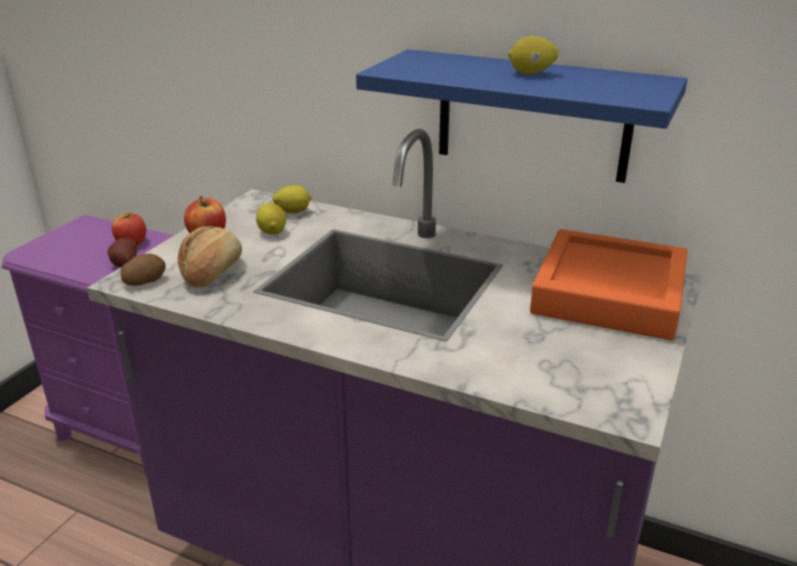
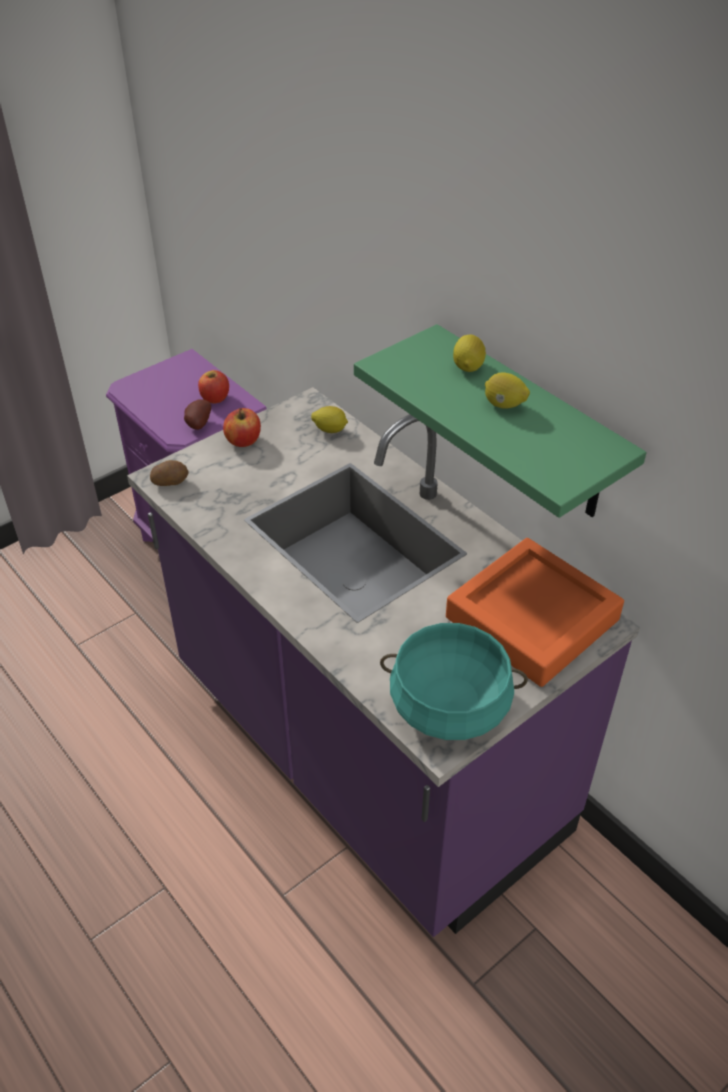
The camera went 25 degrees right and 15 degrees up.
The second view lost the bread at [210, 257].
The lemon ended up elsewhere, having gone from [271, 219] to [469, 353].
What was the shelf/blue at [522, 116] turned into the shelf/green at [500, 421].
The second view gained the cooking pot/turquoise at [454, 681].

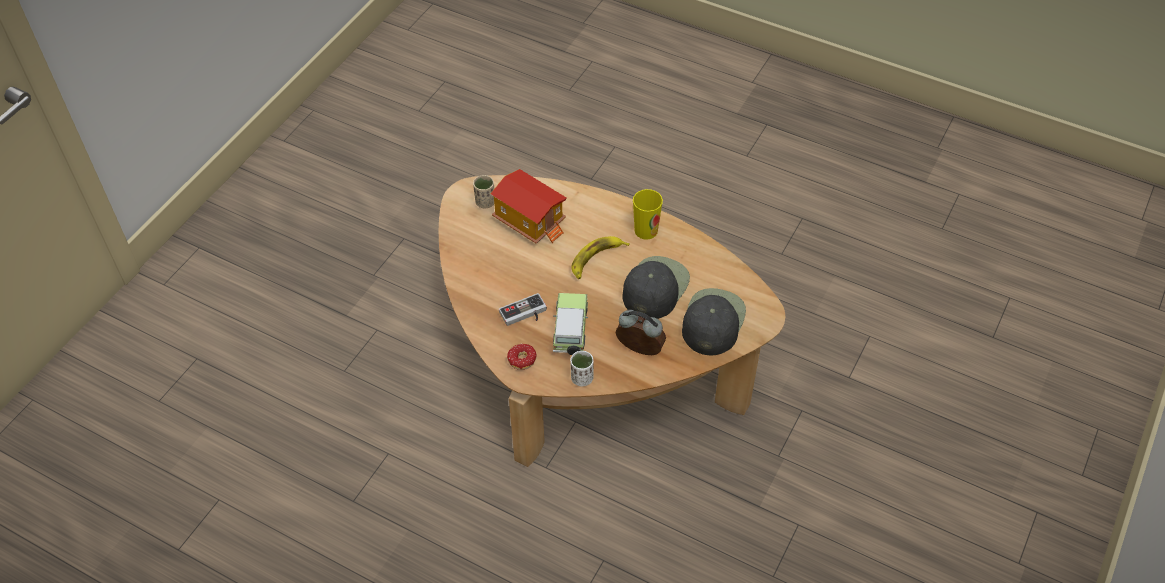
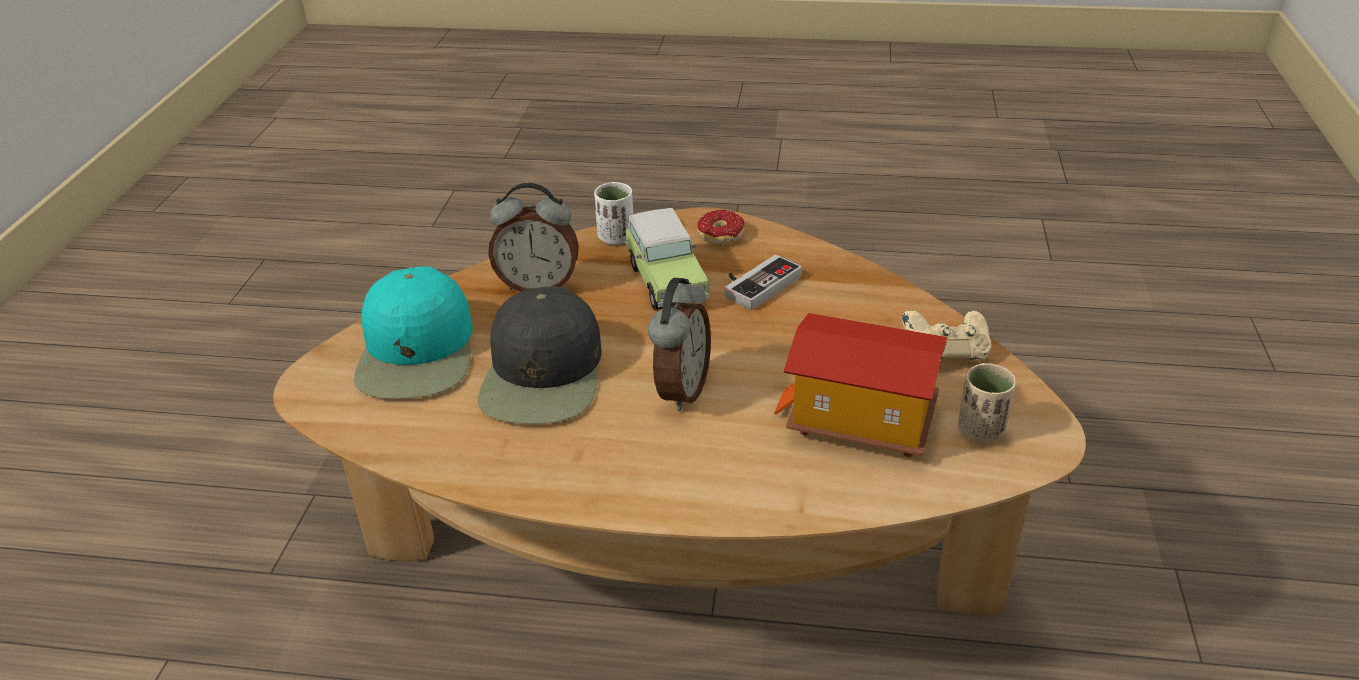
The camera went 160 degrees right and 15 degrees down.
Where the banana stood at [600, 257], the alarm clock came to stand at [679, 345].
The second view lost the cup at [648, 214].
What was the cap/black at [714, 322] turned into the cap/turquoise at [413, 332].
The second view gained the game controller/beige at [946, 336].

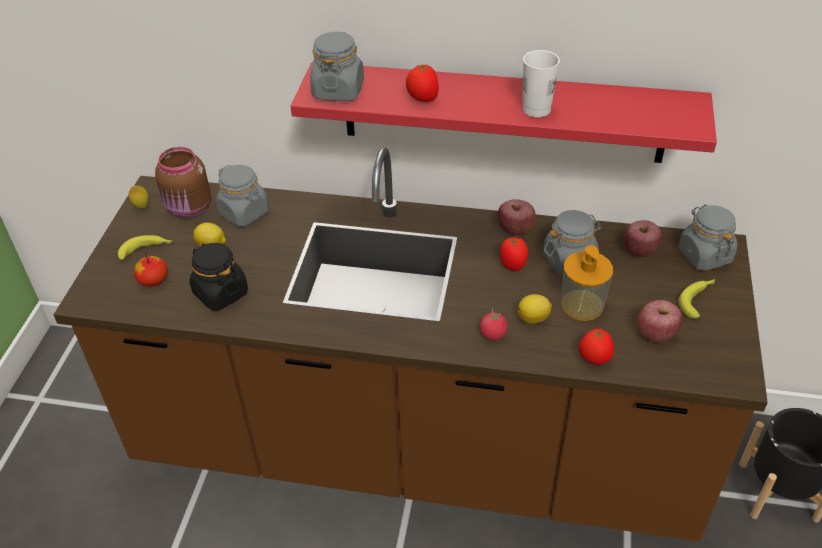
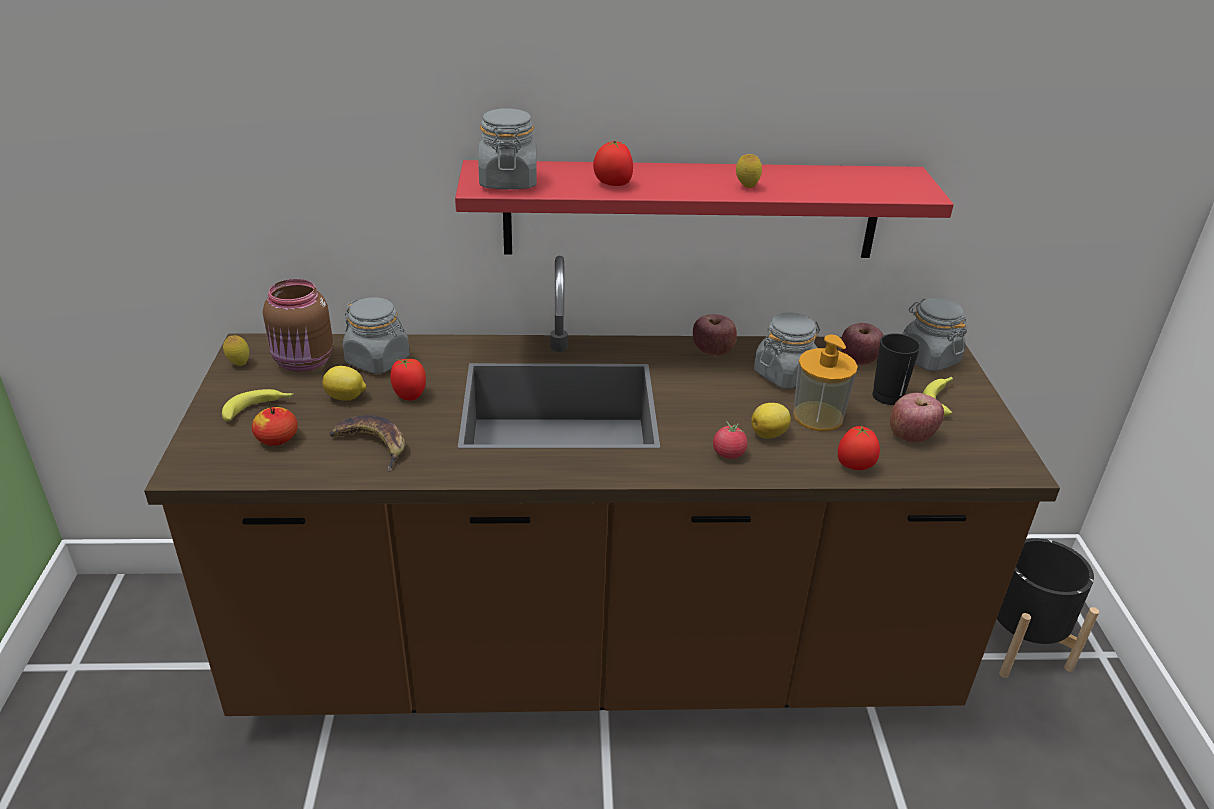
The camera went 15 degrees left and 10 degrees down.
Where the jar/black stood at [218, 277], the banana came to stand at [368, 443].
The tomato ended up elsewhere, having gone from [514, 254] to [408, 379].
Where the cup/white stood at [541, 83], the lemon came to stand at [749, 171].
The second view gained the cup/black at [896, 369].

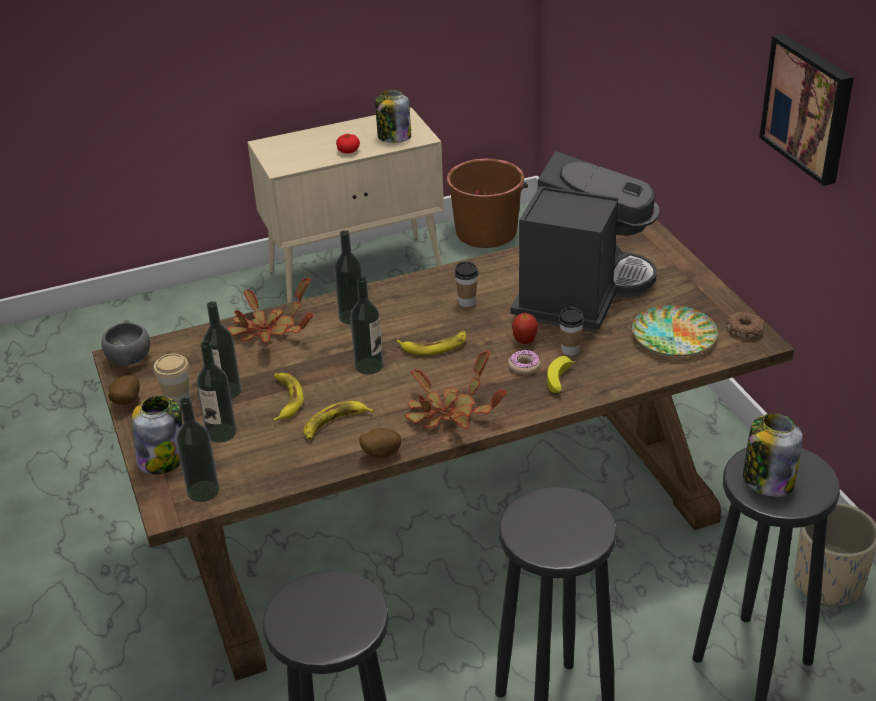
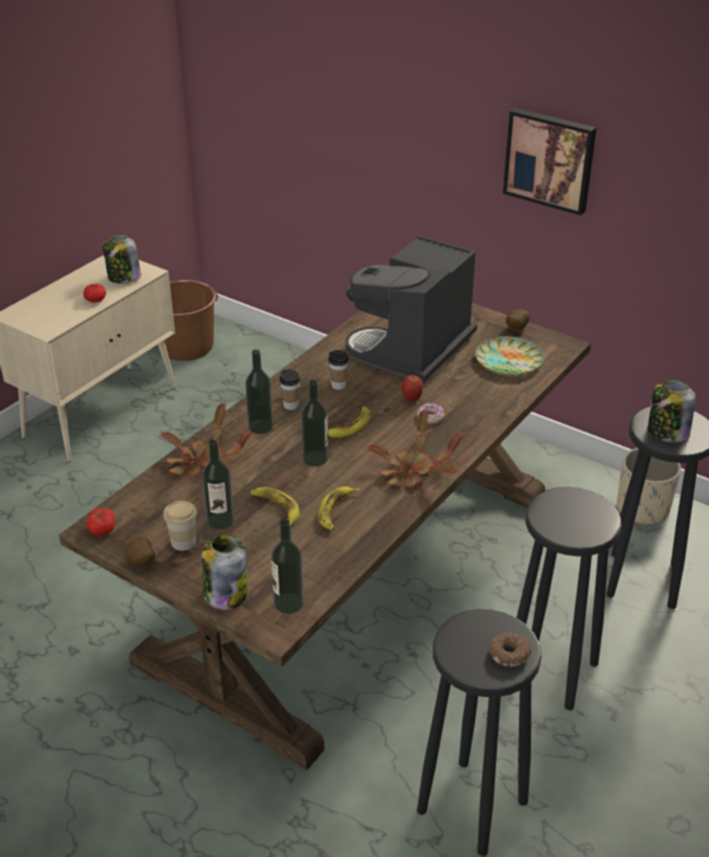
The camera went 35 degrees left and 0 degrees up.
Where the bowl/grey stood at [125, 343], the tomato came to stand at [100, 522].
The second view lost the bottle at [217, 392].
The potato ended up elsewhere, having gone from [380, 443] to [518, 319].
The coffee machine at [585, 242] ended up facing another way, 135 degrees counterclockwise from before.
The second view lost the banana at [561, 374].
The cup ended up elsewhere, having gone from [571, 331] to [290, 389].
The donut ended up elsewhere, having gone from [745, 325] to [510, 650].

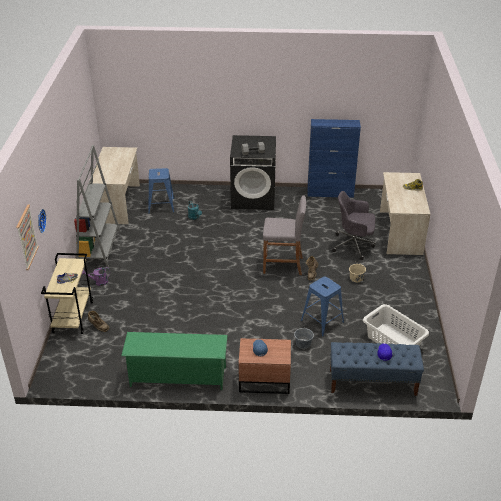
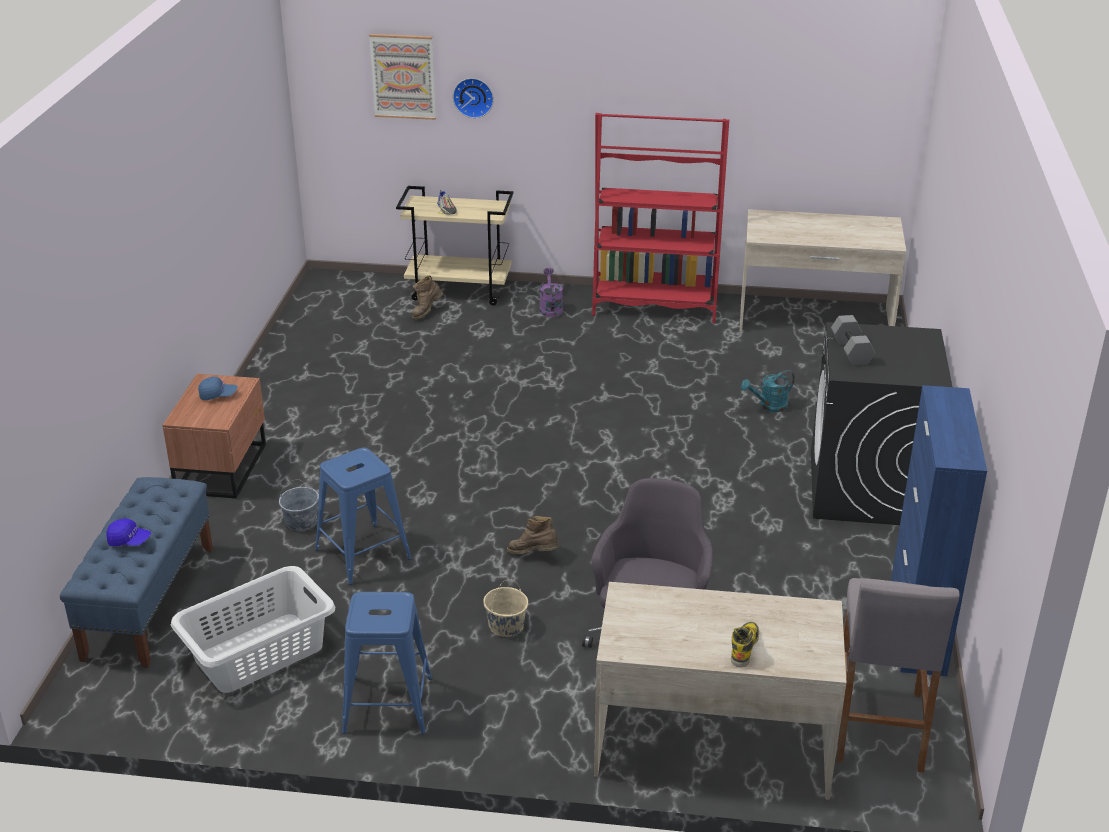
The camera went 95 degrees right and 5 degrees down.
What was the bookcase/grey at [97, 206] turned into the bookcase/red at [660, 218].
The second view lost the shoe rack/green at [174, 361].
The stool/blue ended up elsewhere, having gone from [161, 190] to [387, 663].
The stool/grey ended up elsewhere, having gone from [284, 235] to [898, 675].

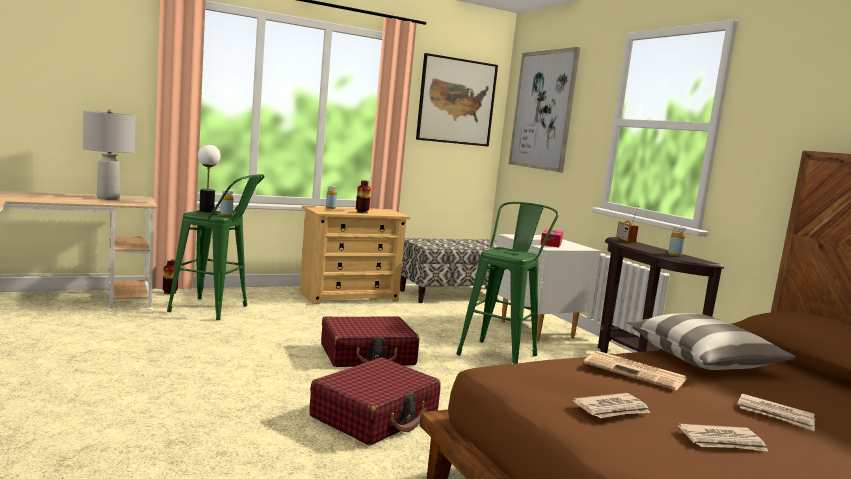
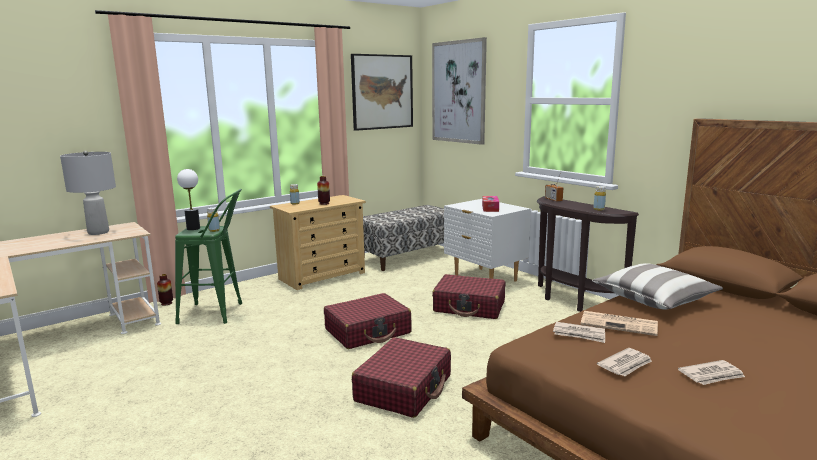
The camera went 10 degrees left and 5 degrees up.
Where the stool/green stood at [507, 283], the suitcase/red came to stand at [468, 296].
The newspaper ended up elsewhere, having gone from [776, 412] to [579, 332].

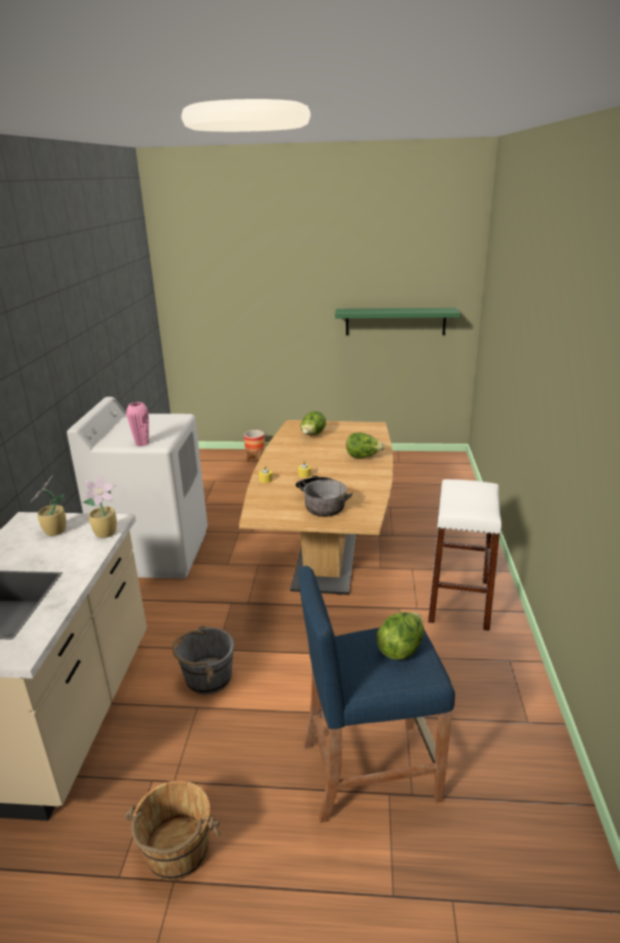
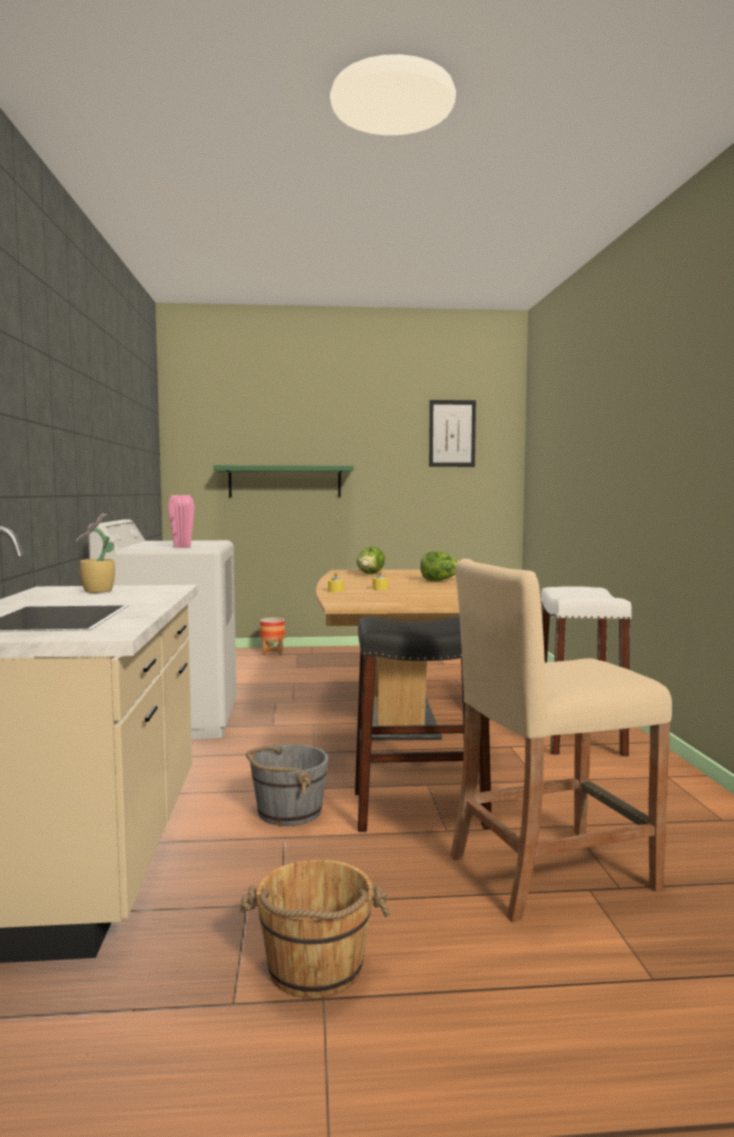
The camera went 10 degrees left and 20 degrees down.
The second view lost the potted plant at [99, 506].
The second view lost the cooking pot at [323, 496].
What was the stool/blue at [376, 694] turned into the stool/beige at [561, 740].
The shelf/green ended up elsewhere, having gone from [397, 322] to [283, 481].
The second view lost the lettuce at [400, 636].
The second view gained the stool/black at [423, 724].
The second view gained the picture at [452, 433].

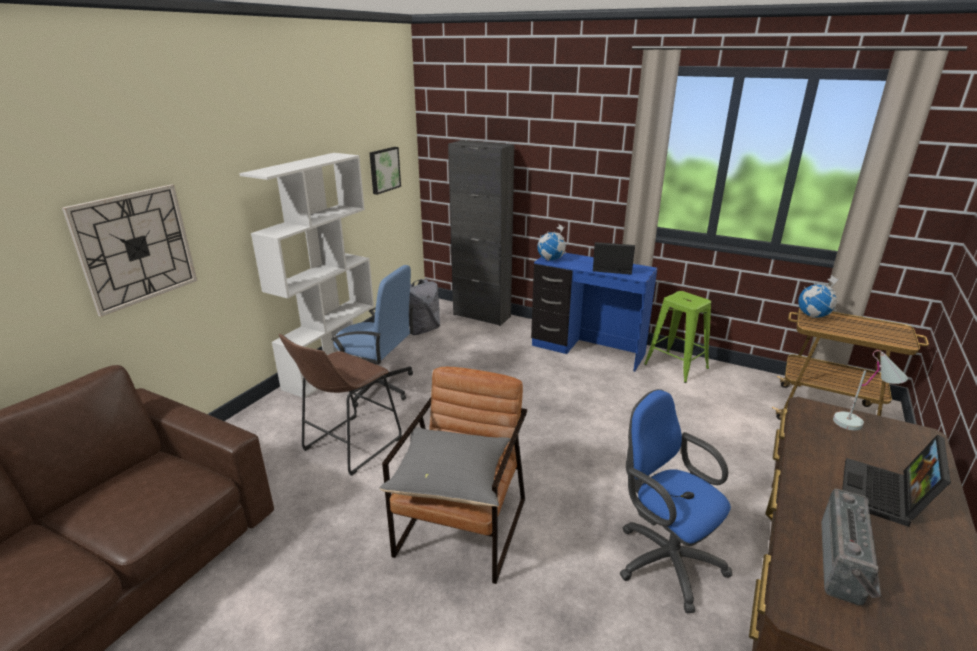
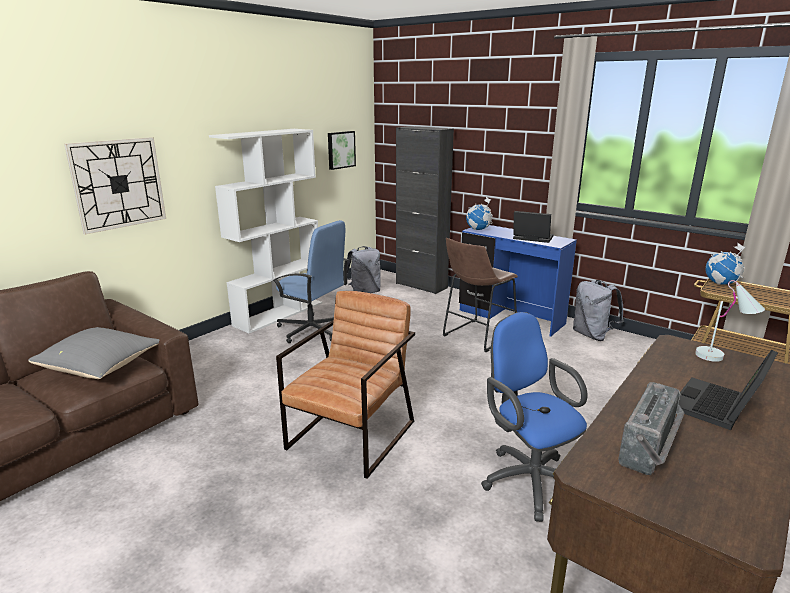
The camera went 10 degrees right and 5 degrees down.
The stool/brown ended up elsewhere, having gone from [340, 405] to [480, 295].
The pillow/grey ended up elsewhere, having gone from [445, 467] to [93, 353].
Where the stool/green stood at [677, 337], the backpack/grey came to stand at [598, 310].

